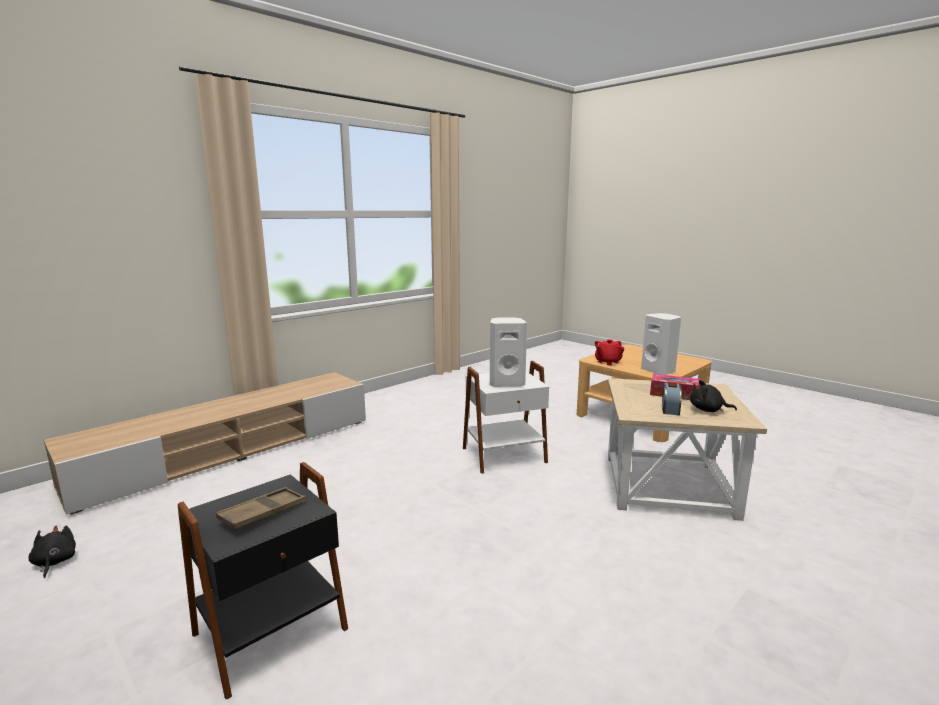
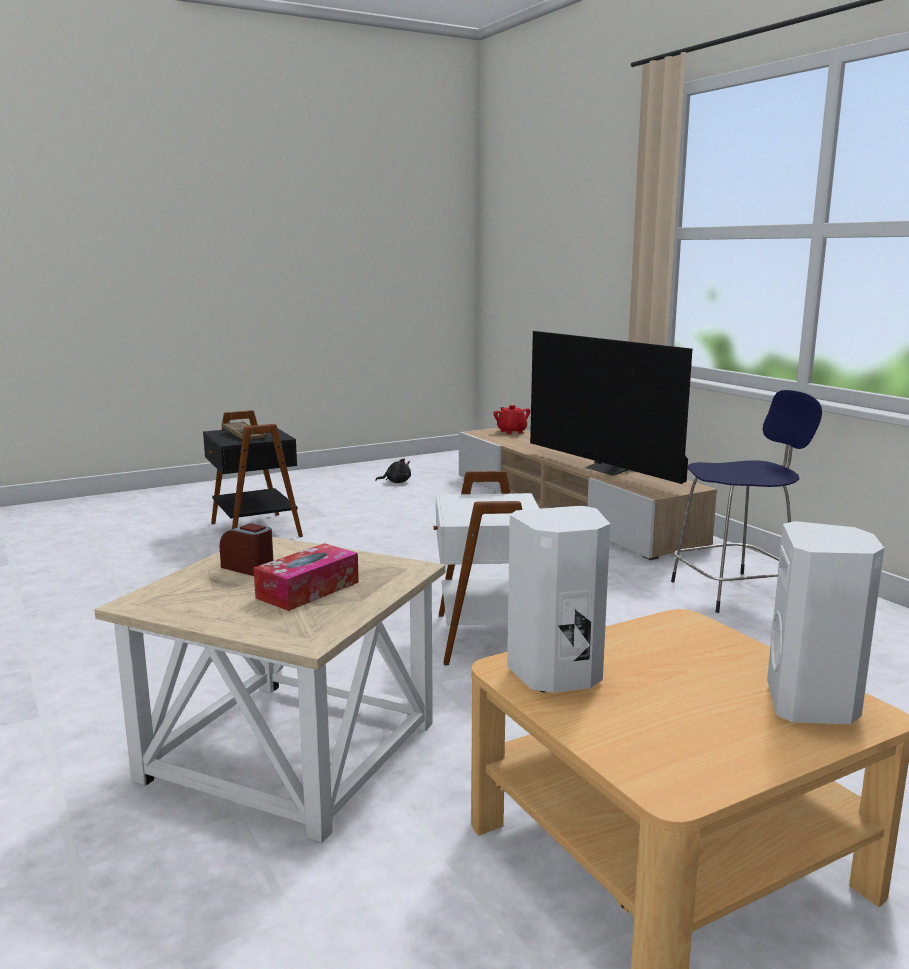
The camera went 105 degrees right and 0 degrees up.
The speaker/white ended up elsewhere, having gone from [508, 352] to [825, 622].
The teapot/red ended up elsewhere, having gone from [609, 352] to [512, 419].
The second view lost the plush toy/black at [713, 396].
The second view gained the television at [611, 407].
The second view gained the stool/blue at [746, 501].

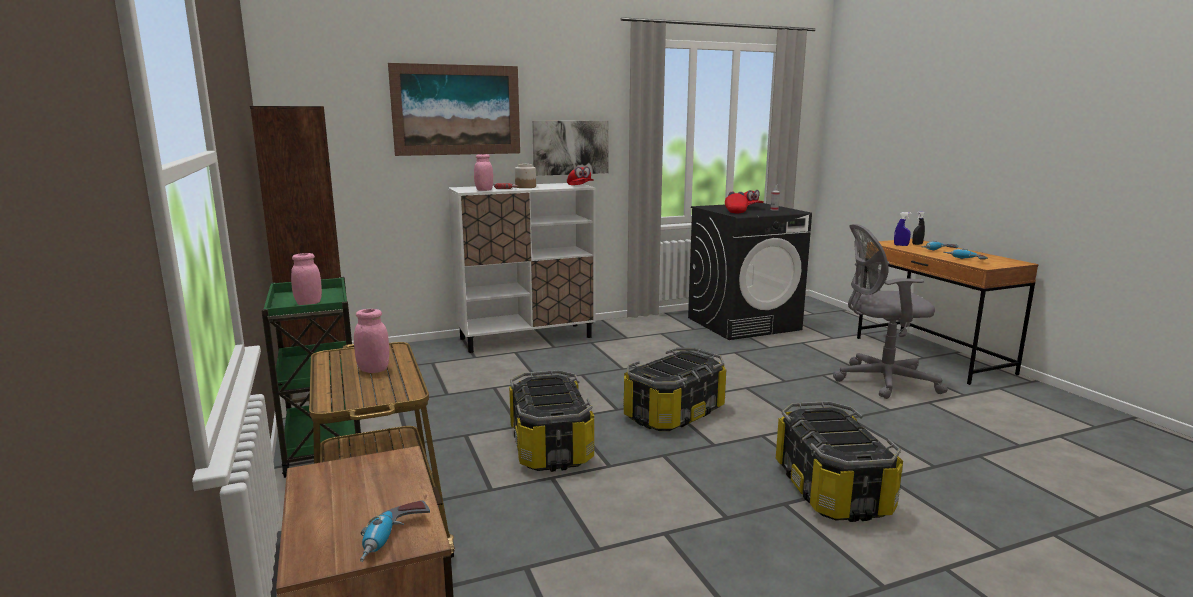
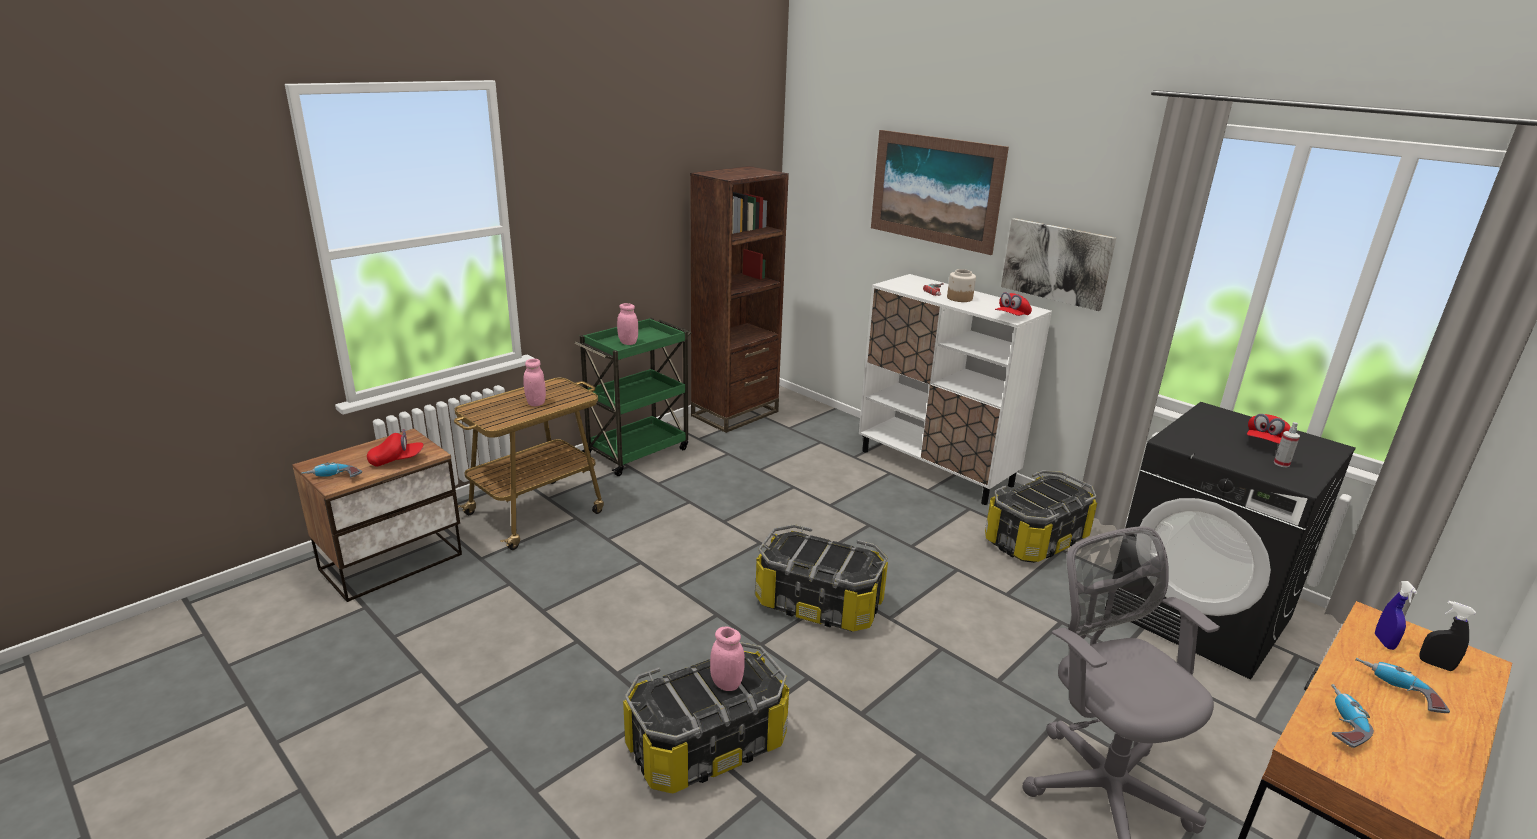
The camera went 65 degrees right and 10 degrees up.
The jar/pink ended up elsewhere, having gone from [483, 172] to [727, 659].
The storage box ended up elsewhere, having gone from [551, 421] to [1041, 516].
The cap/red ended up elsewhere, having gone from [736, 202] to [395, 448].

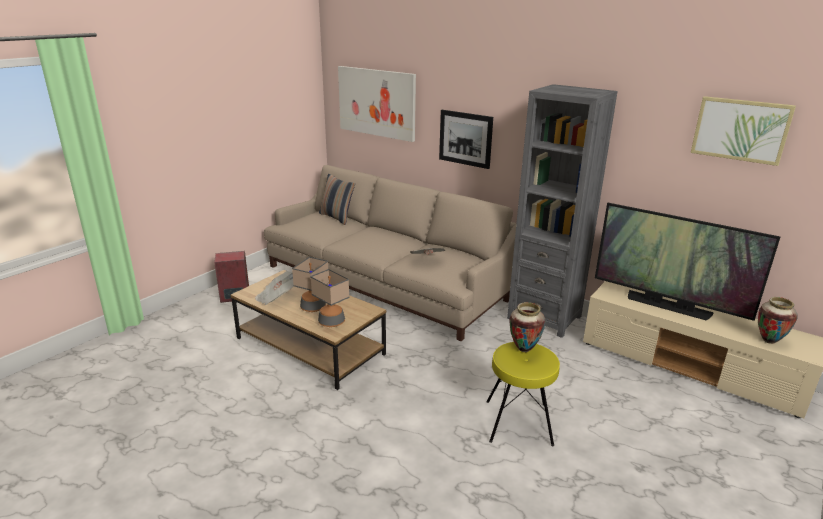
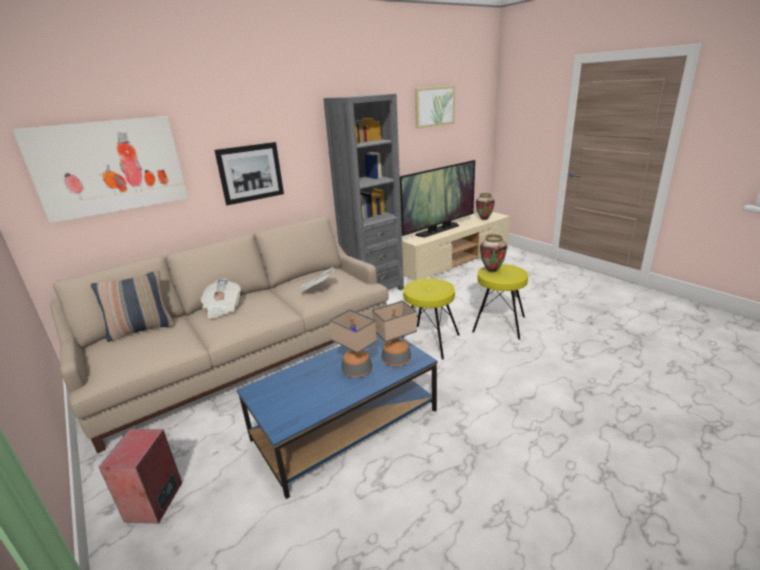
The camera went 70 degrees left and 0 degrees up.
What was the coffee table/brown at [308, 330] turned into the coffee table/blue at [337, 416].
The newspaper ended up elsewhere, having gone from [274, 288] to [220, 298].
The second view gained the stool/yellow at [431, 319].

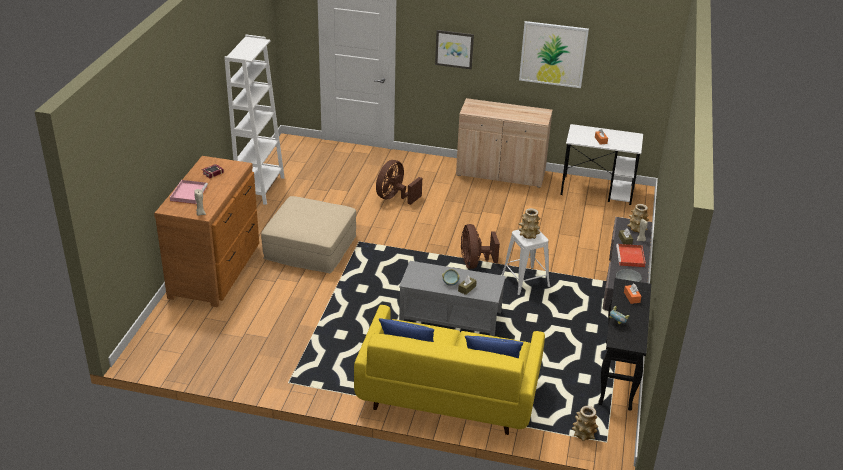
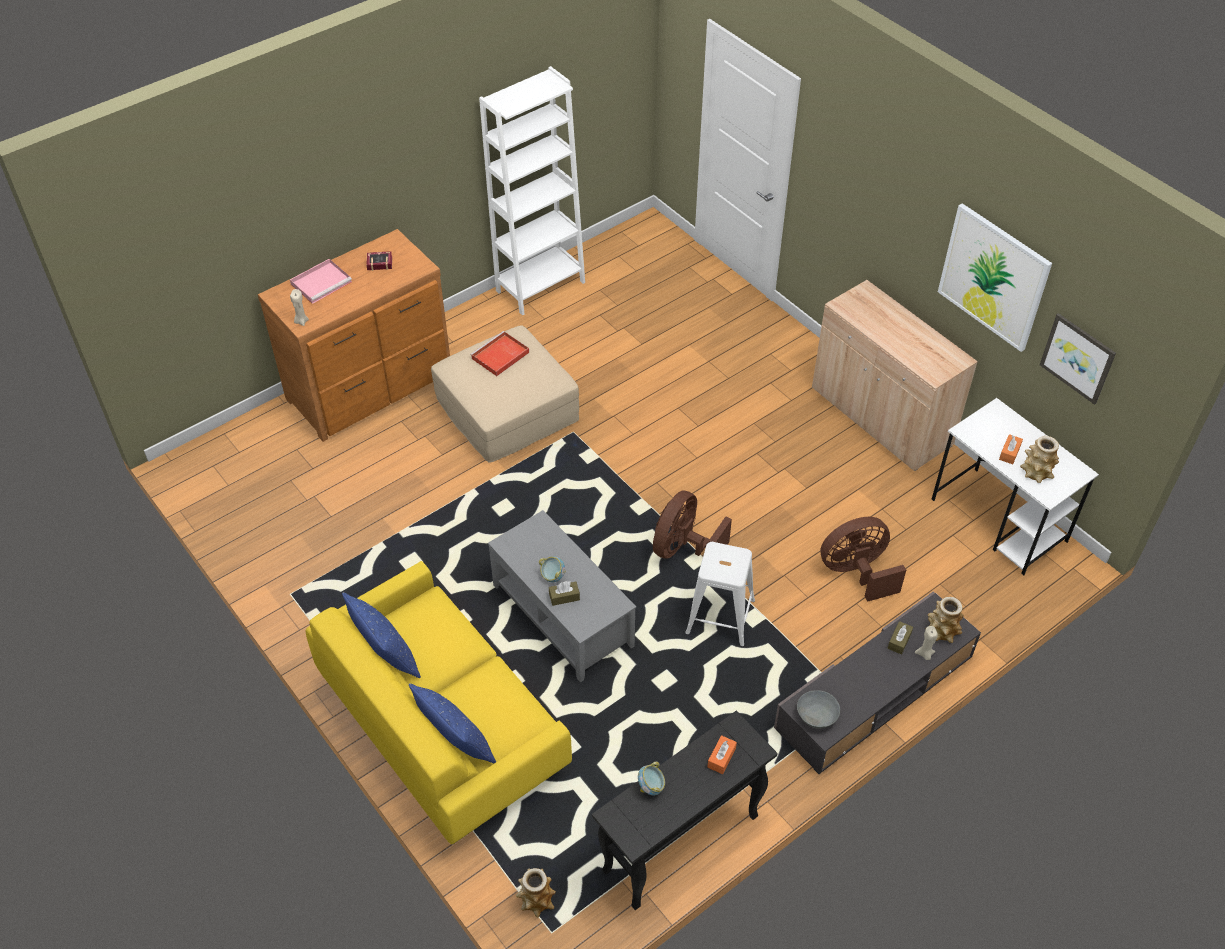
The camera went 40 degrees right and 15 degrees up.
The fan/brown ended up elsewhere, having gone from [399, 182] to [863, 559].
The picture ended up elsewhere, having gone from [454, 49] to [1078, 359].
The vase ended up elsewhere, having gone from [530, 223] to [1039, 459].
The tray/red ended up elsewhere, having gone from [631, 255] to [499, 353].

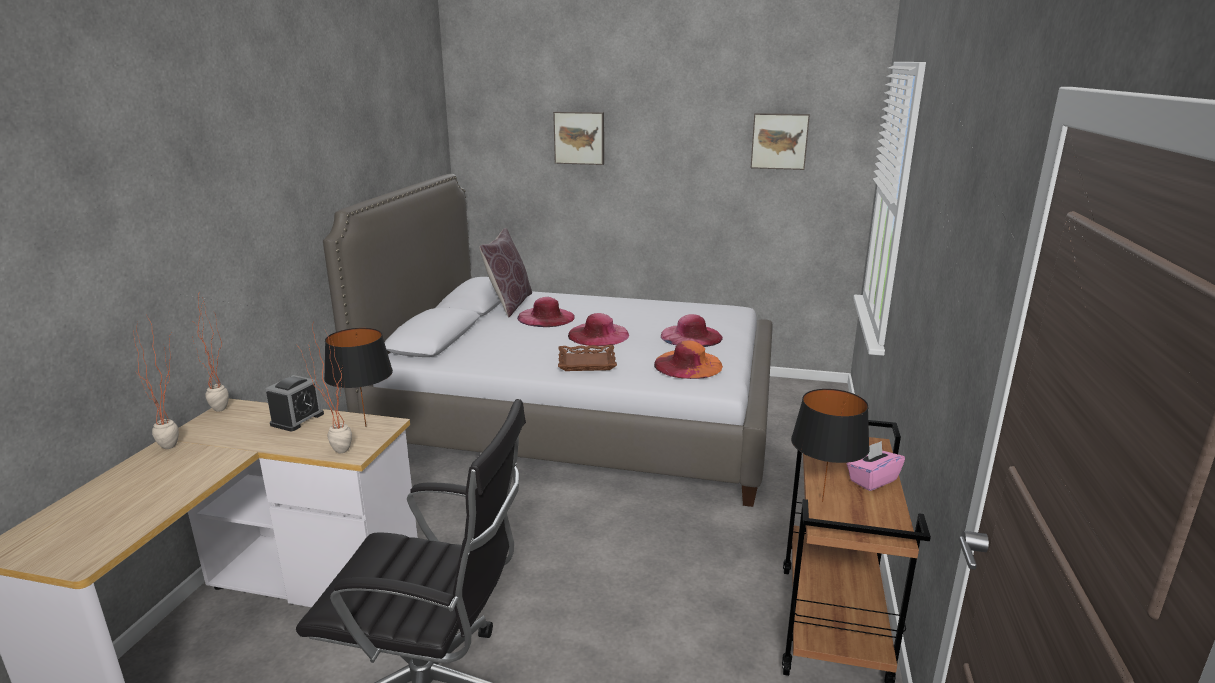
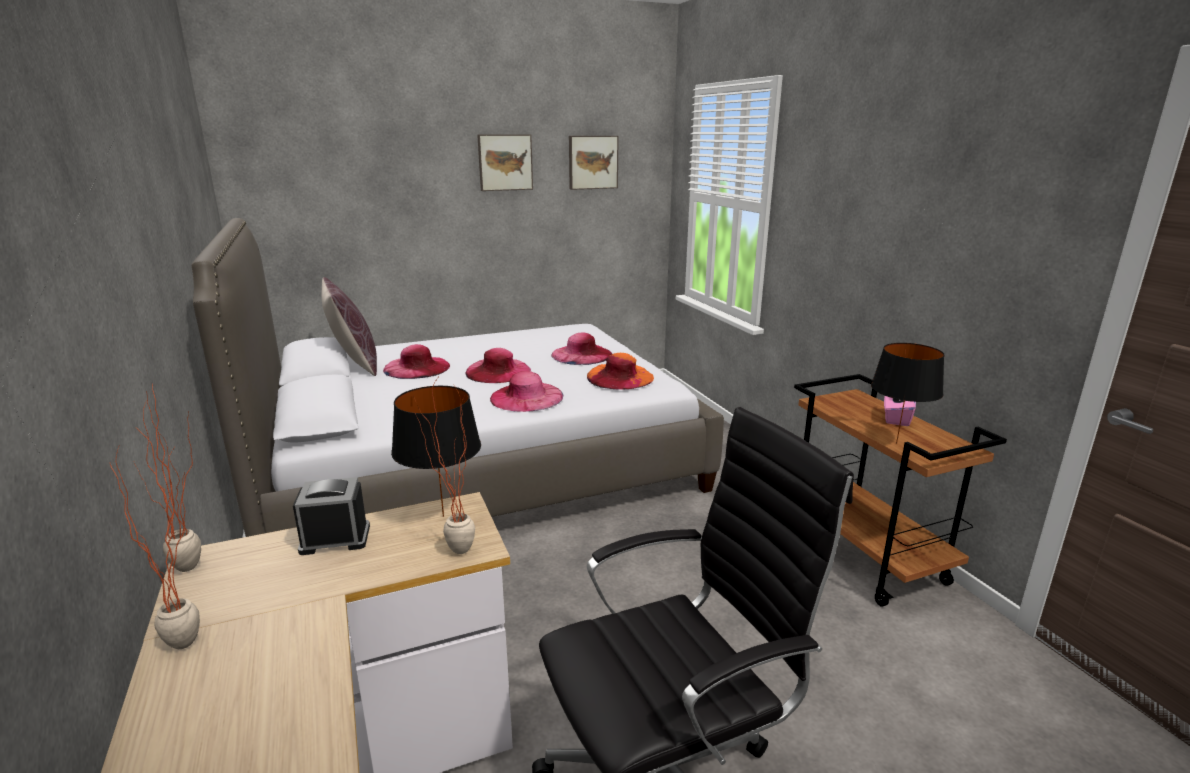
The camera went 35 degrees left and 0 degrees up.
The alarm clock at [294, 403] ended up facing another way, 90 degrees counterclockwise from before.
The picture ended up elsewhere, having gone from [578, 138] to [505, 162].
Where the tray/brown stood at [587, 358], the hat/pink came to stand at [526, 391].

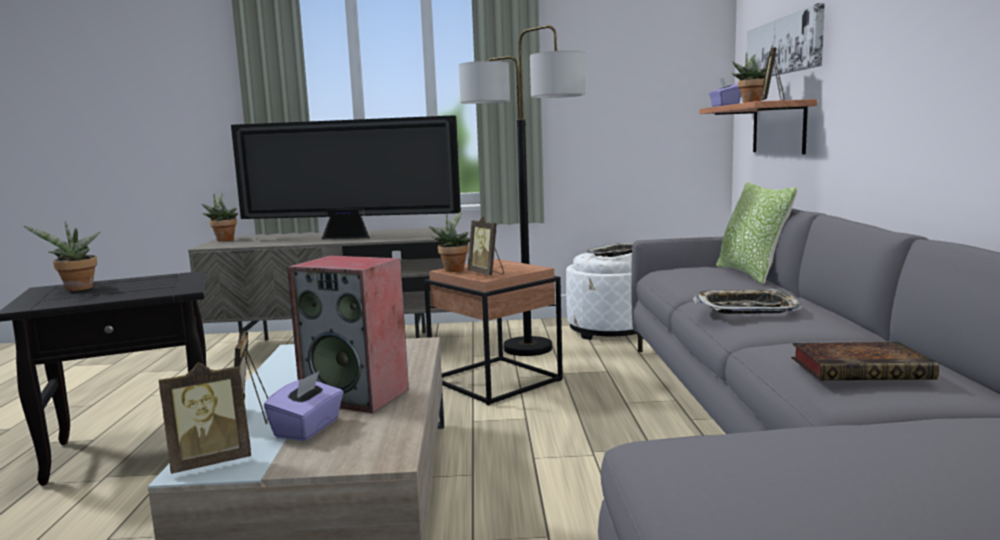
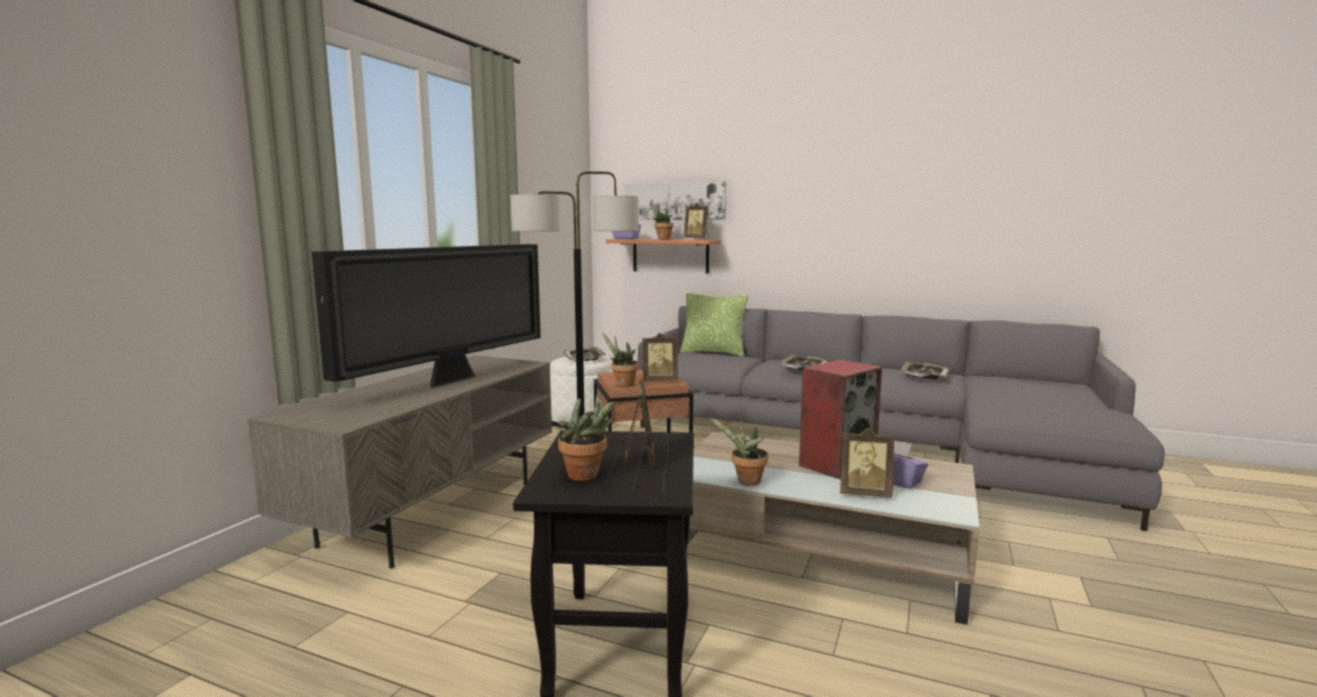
The camera went 65 degrees left and 0 degrees up.
The picture frame ended up elsewhere, having gone from [205, 418] to [640, 423].
The potted plant ended up elsewhere, having gone from [220, 216] to [738, 451].
Where the book stood at [865, 361], the tray came to stand at [925, 370].

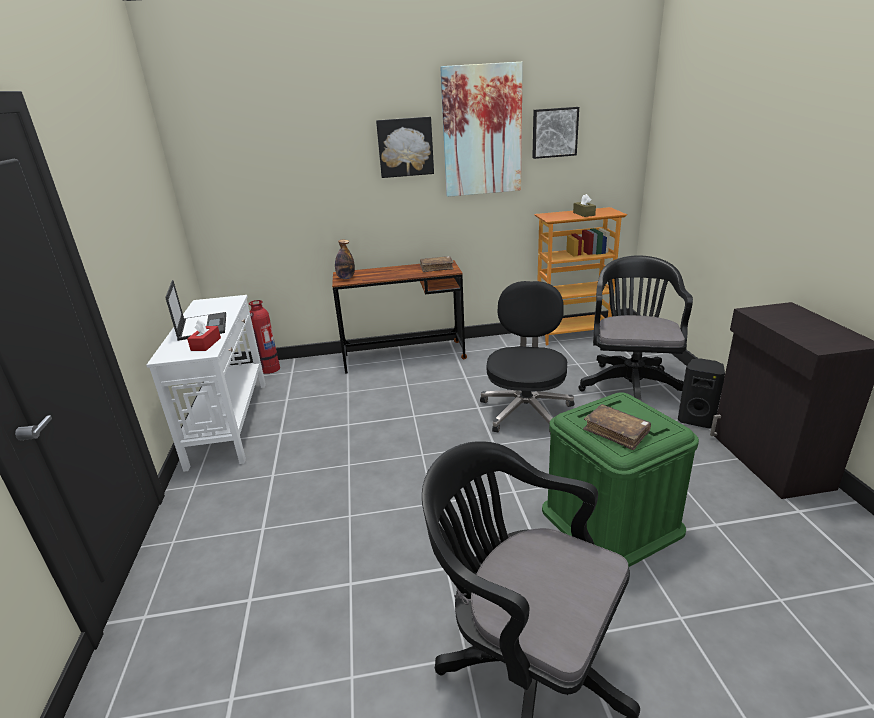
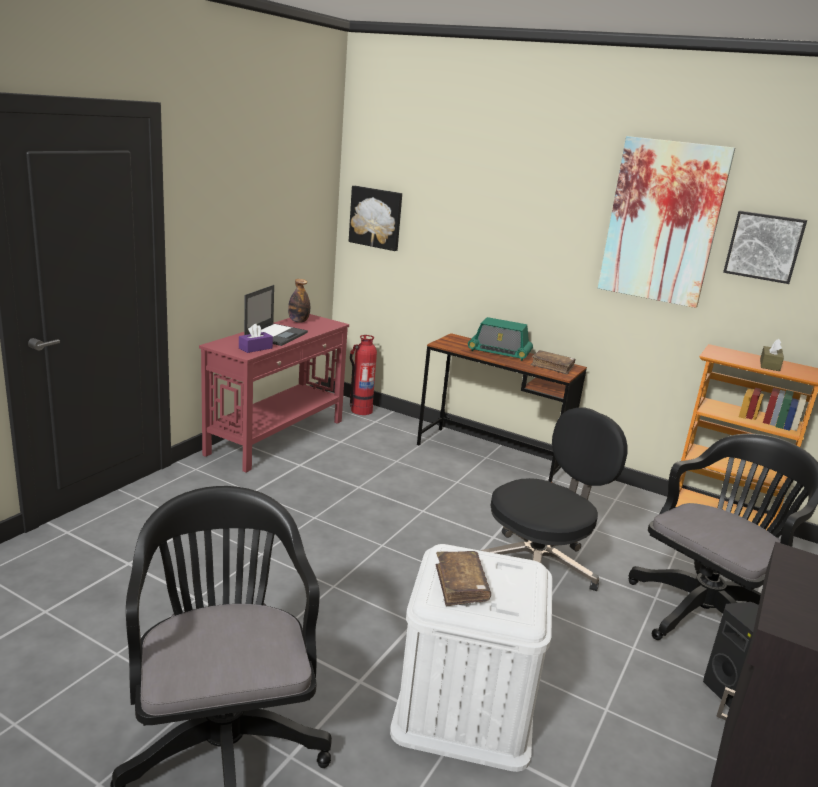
The camera went 35 degrees right and 5 degrees down.
What was the console table/white at [206, 383] turned into the console table/red at [274, 393].
What was the tissue box/red at [204, 335] turned into the tissue box/purple at [256, 338].
The bottle ended up elsewhere, having gone from [345, 259] to [299, 301].
The picture ended up elsewhere, having gone from [405, 147] to [375, 218].
What was the storage box/green at [620, 479] turned into the storage box/white at [471, 658].
The second view gained the radio at [500, 339].

